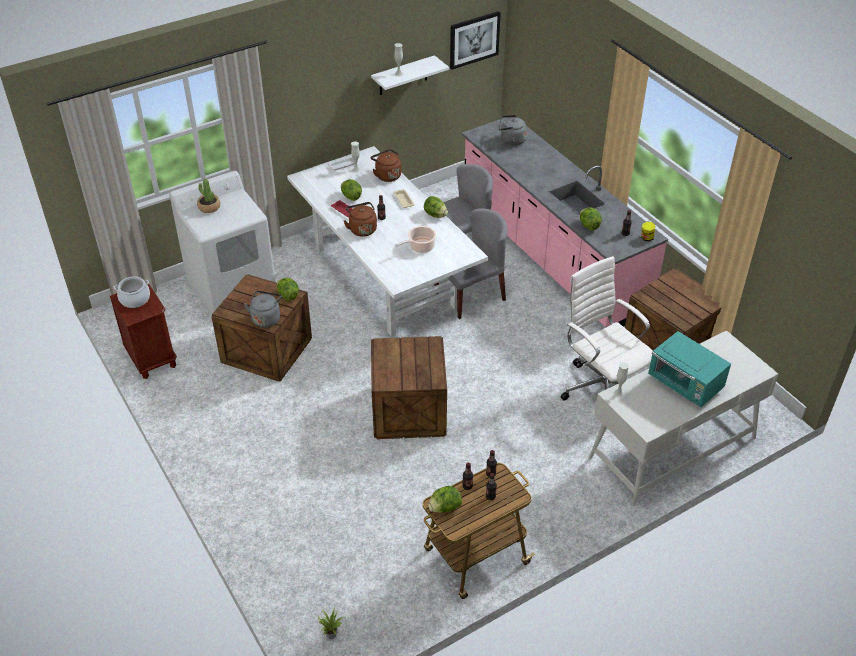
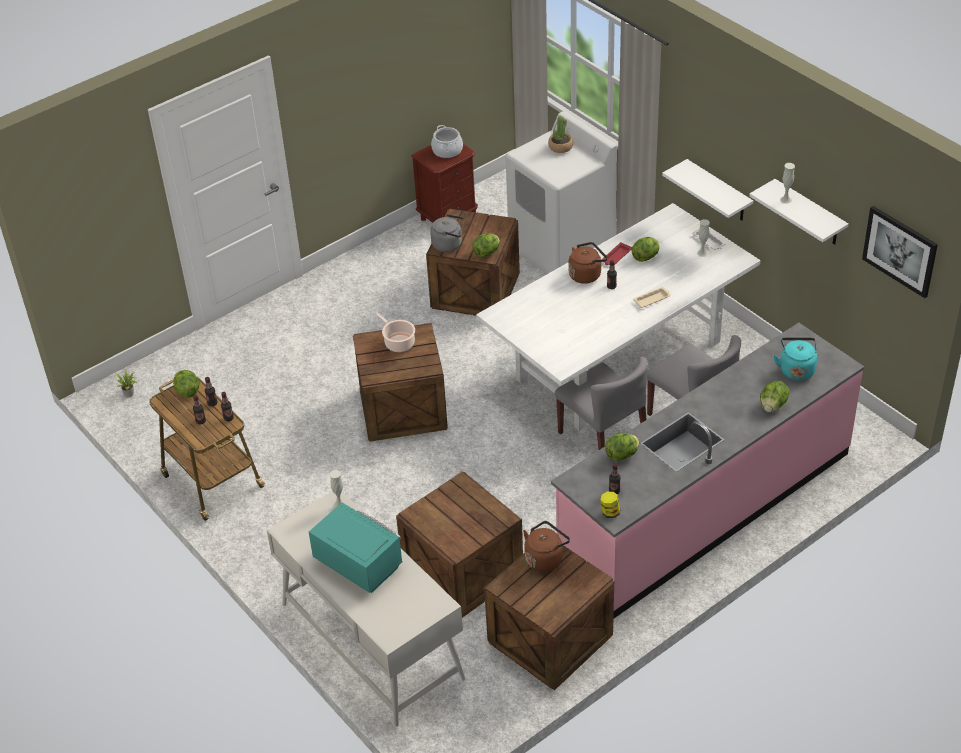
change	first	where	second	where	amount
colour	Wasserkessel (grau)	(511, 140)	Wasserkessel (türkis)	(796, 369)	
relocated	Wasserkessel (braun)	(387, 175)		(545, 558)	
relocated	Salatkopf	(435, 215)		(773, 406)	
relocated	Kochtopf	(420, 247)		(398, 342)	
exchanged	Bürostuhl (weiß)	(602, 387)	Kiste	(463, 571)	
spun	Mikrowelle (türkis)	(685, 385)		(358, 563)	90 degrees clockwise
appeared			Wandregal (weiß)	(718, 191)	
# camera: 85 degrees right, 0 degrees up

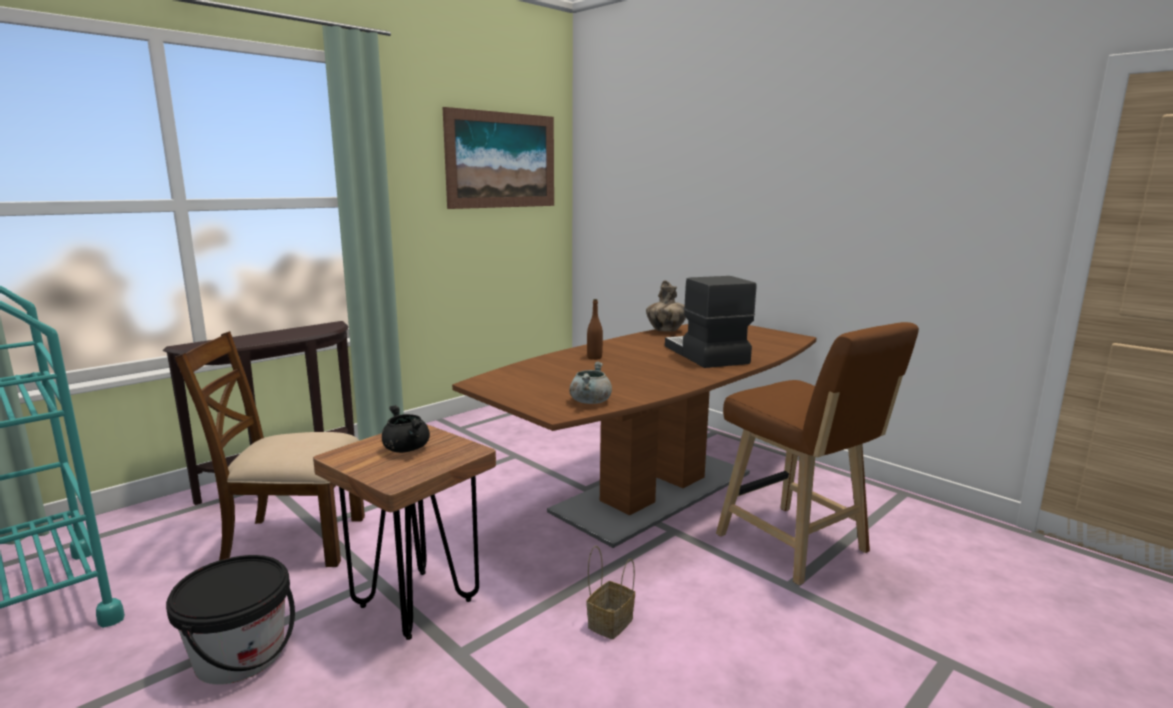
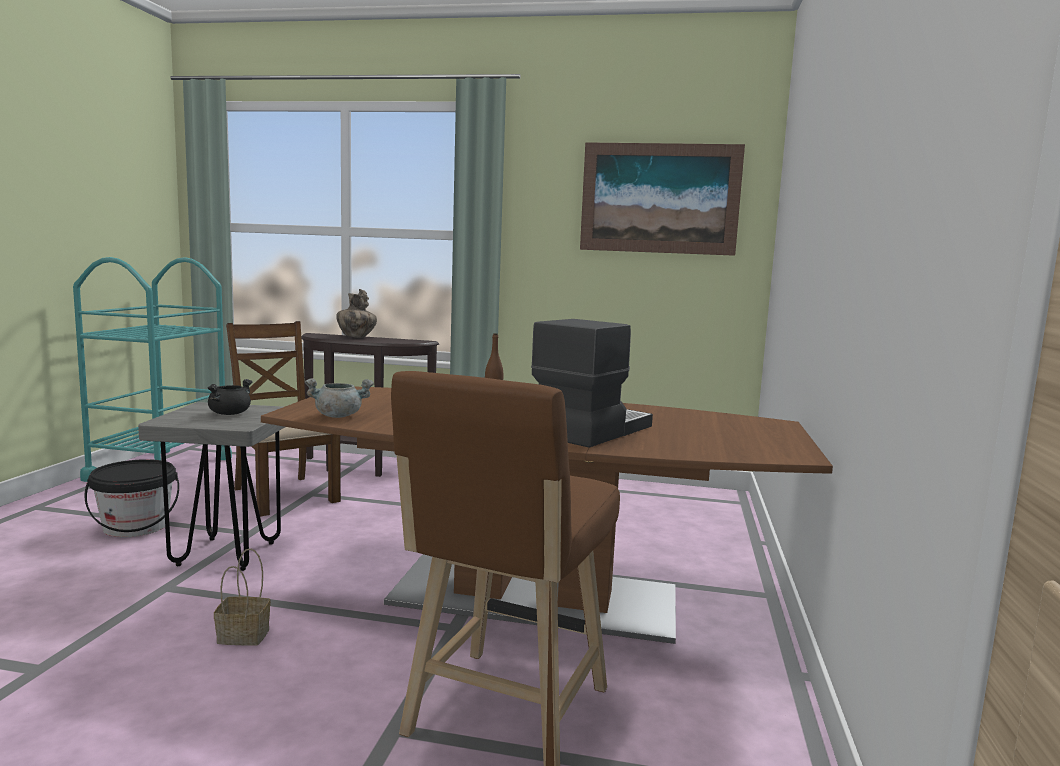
change	first	where	second	where	amount
relocated	Vase	(666, 331)		(356, 337)	
colour	Hocker (braun)	(415, 603)	Hocker (grau)	(226, 554)	
# camera: 55 degrees right, 5 degrees down

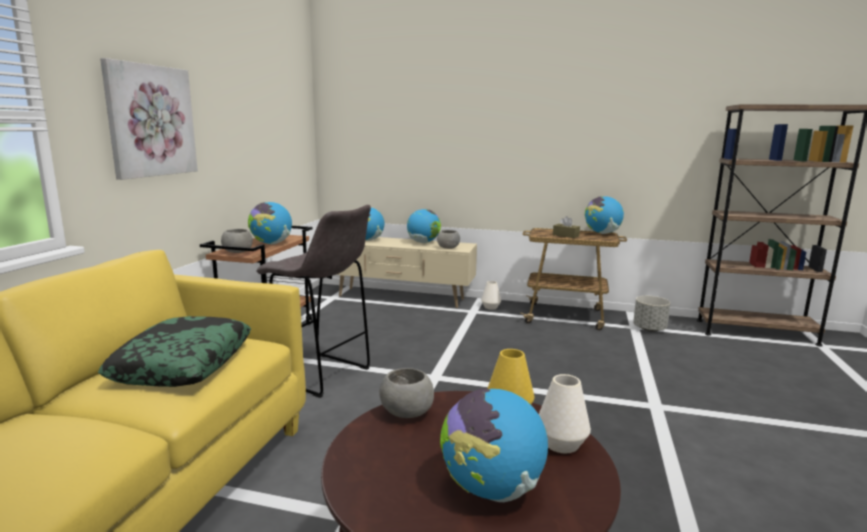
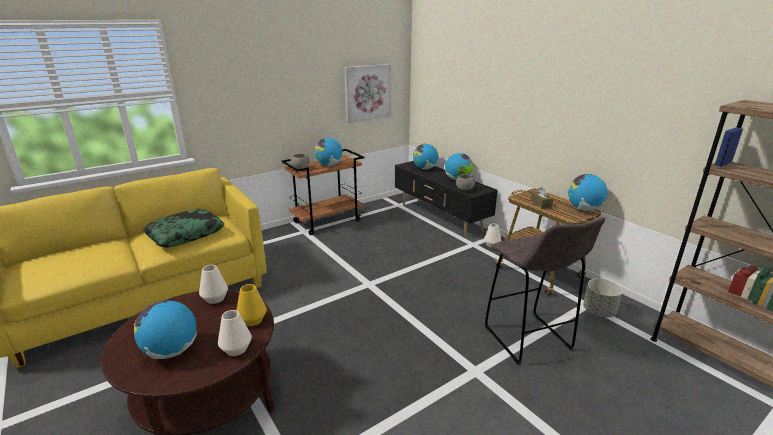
change	first	where	second	where	amount
relocated	Bild	(150, 121)		(367, 92)	
relocated	Hocker (grau)	(322, 375)		(528, 340)	
colour	Fernsehschrank (beige)	(401, 298)	Fernsehschrank (schwarz)	(440, 218)	
exchanged	Schüssel (grau)	(406, 413)	Vase (weiß)	(215, 299)	
# camera: 40 degrees right, 10 degrees up

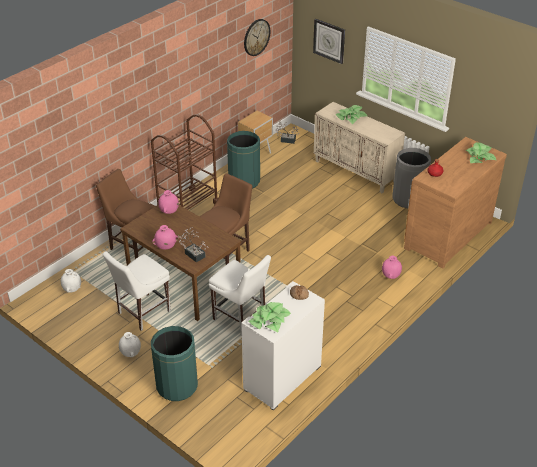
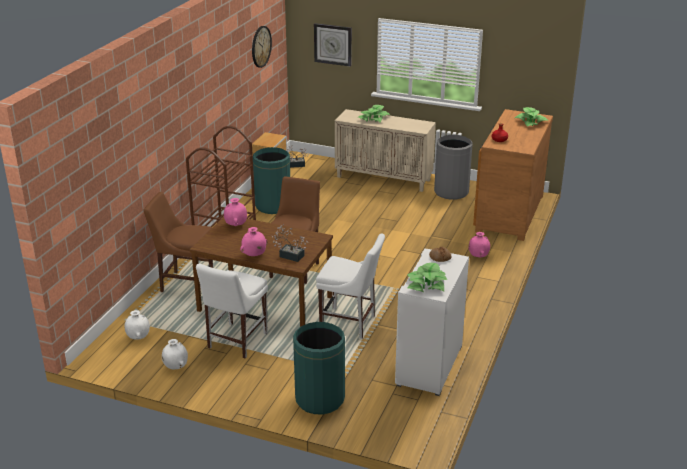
change	first	where	second	where	amount
relocated	Vase (weiß)	(130, 353)		(175, 367)	
# camera: 20 degrees left, 10 degrees down

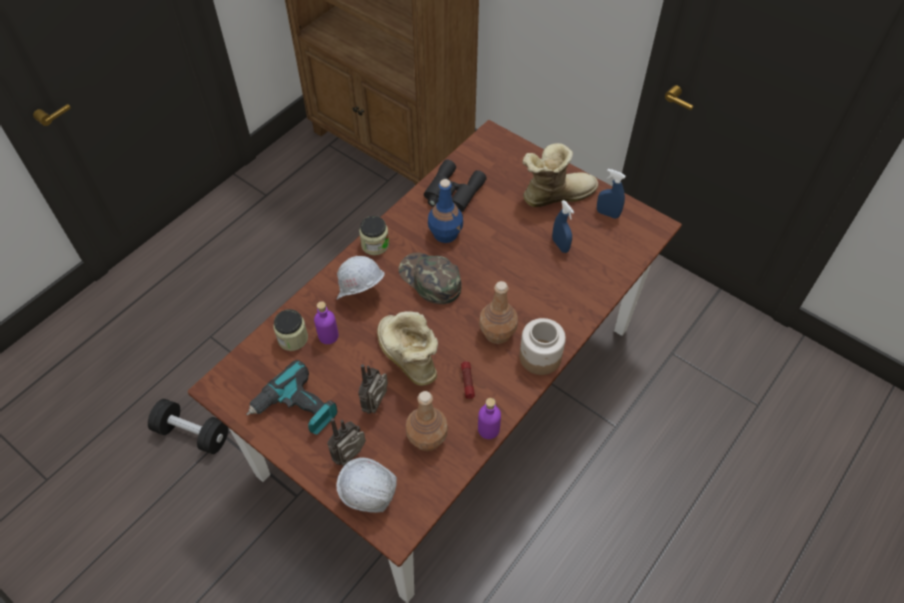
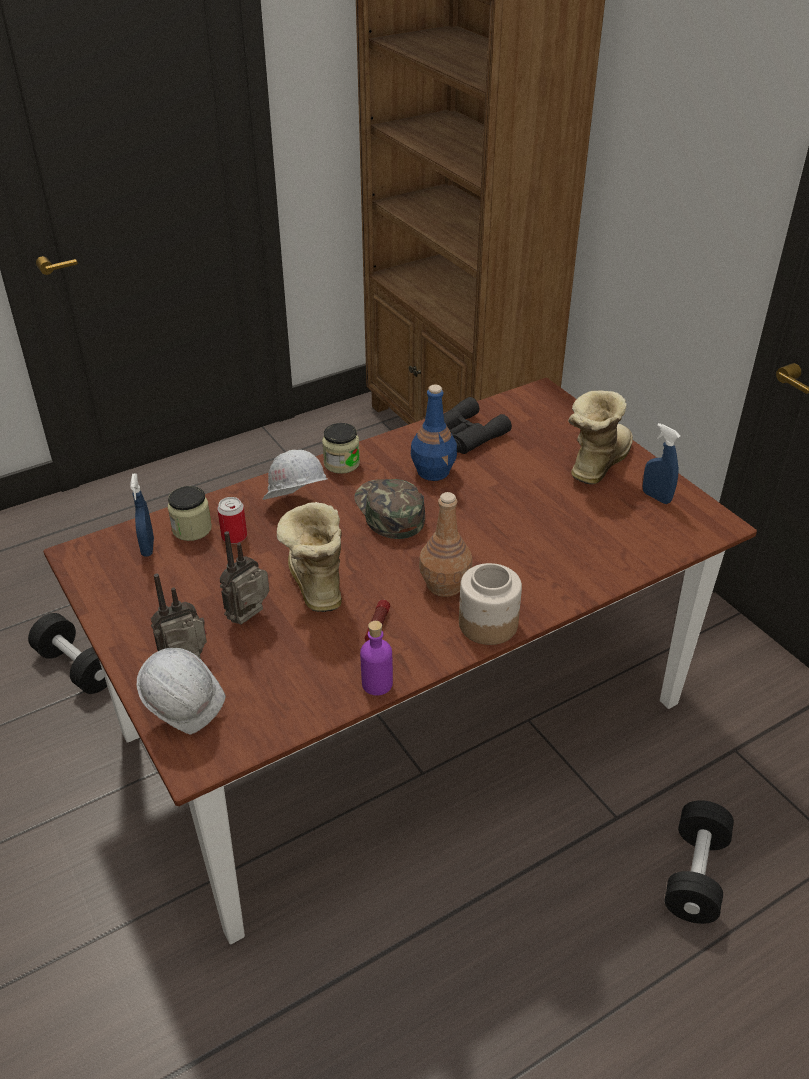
change	first	where	second	where	amount
spun	Stiefel	(555, 194)		(595, 463)	60 degrees counterclockwise
relocated	Sprühflasche (blau)	(560, 245)		(148, 547)	
exchanged	Flasche (lila)	(328, 336)	Dose	(234, 536)	
missing	Bohrmaschine	(296, 409)			
missing	Flasche (braun)	(427, 437)			
appeared			Hantel (schwarz)	(695, 875)	
# camera: 20 degrees right, 15 degrees down

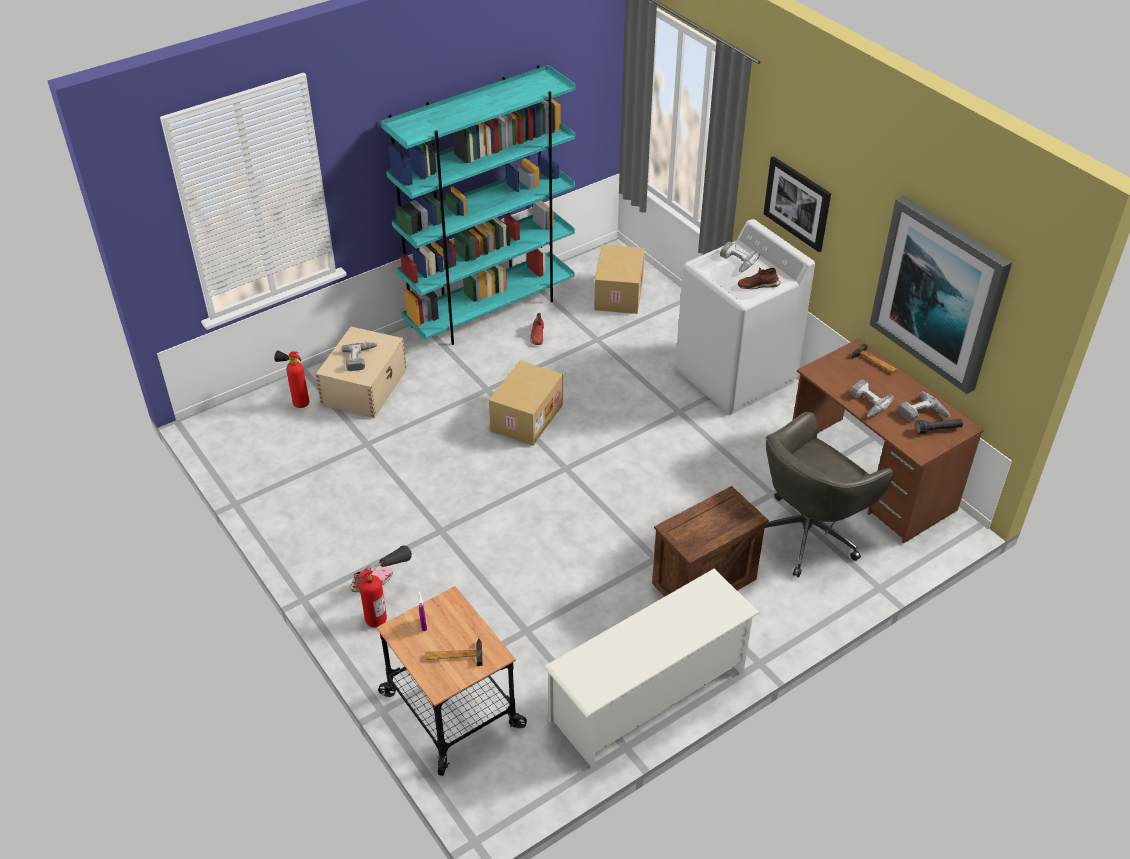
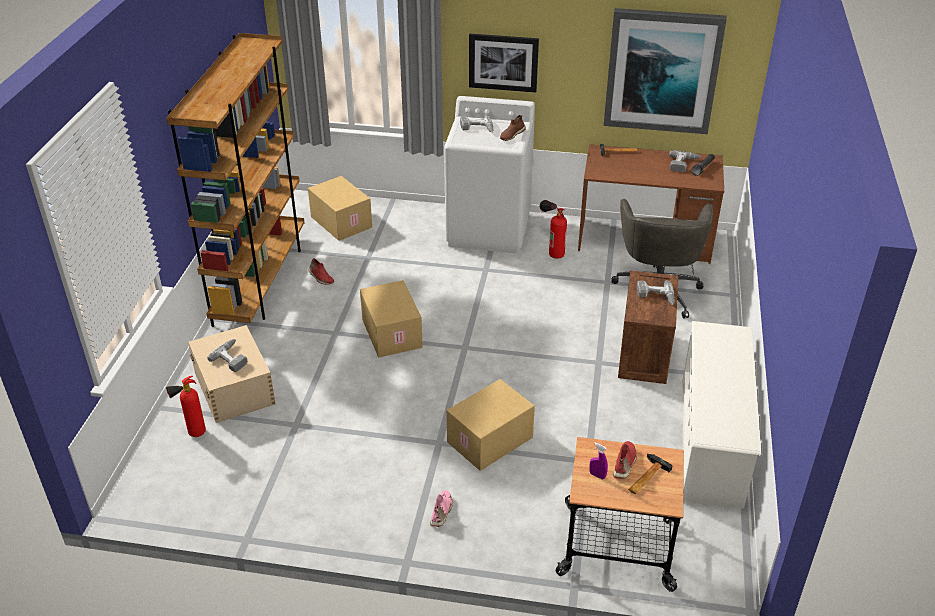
change	first	where	second	where	amount
colour	Bücherregal (türkis)	(490, 310)	Bücherregal (braun)	(260, 281)	
relocated	Bohrmaschine	(866, 403)		(655, 297)	
relocated	Feuerlöscher	(388, 605)		(551, 246)	
appeared			Karton	(490, 440)	
appeared			Schuh (rot)	(625, 464)	
# camera: 45 degrees left, 5 degrees down

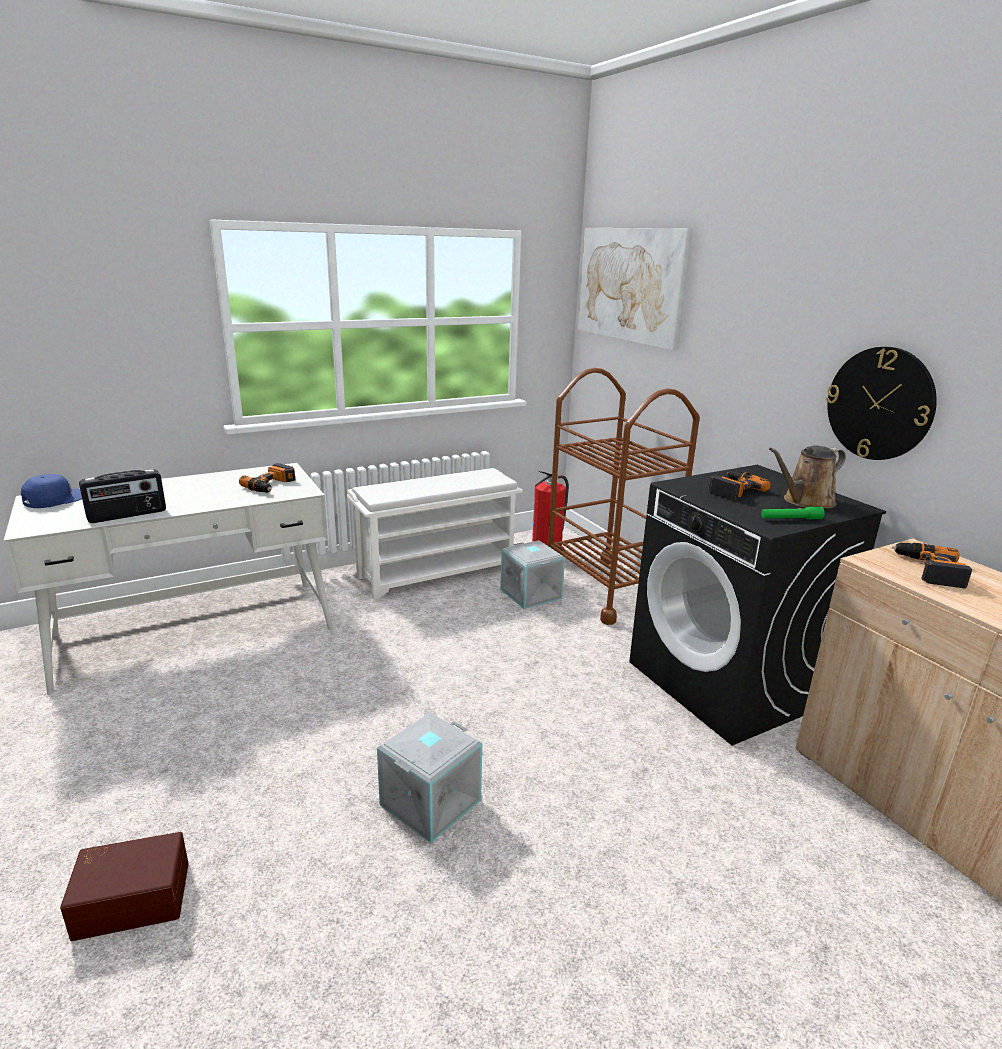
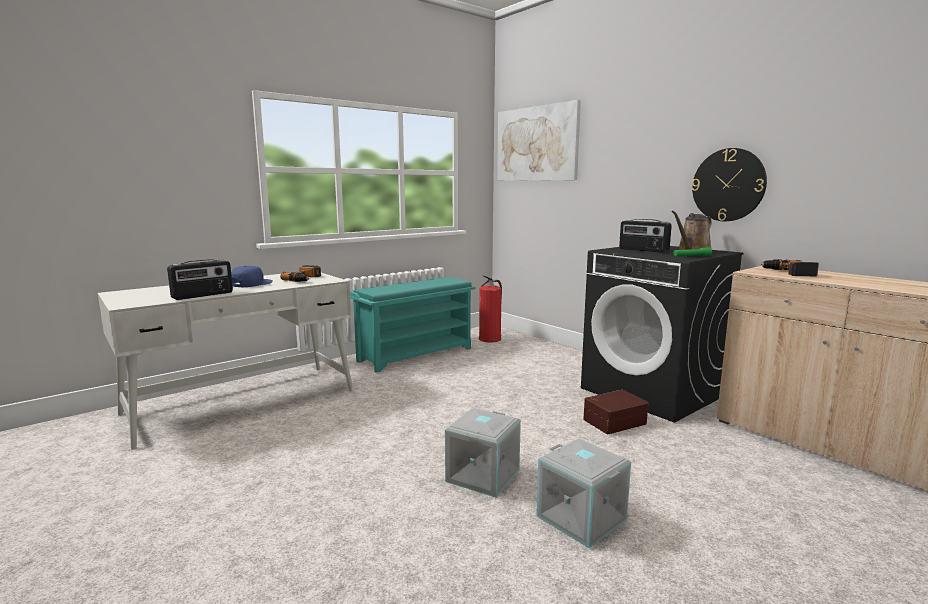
change	first	where	second	where	amount
missing	Rollwagen (braun)	(607, 589)			
colour	Schuhregal (weiß)	(437, 572)	Schuhregal (türkis)	(416, 354)	
exchanged	Bohrmaschine	(733, 490)	Radio	(643, 250)	
relocated	Kappe (blau)	(55, 498)		(250, 283)	
relocated	Aufbewahrungsbox (grau)	(532, 594)		(582, 517)	
relocated	Aufbewahrungsbox (braun)	(133, 897)		(613, 421)	
# camera: 10 degrees left, 10 degrees down

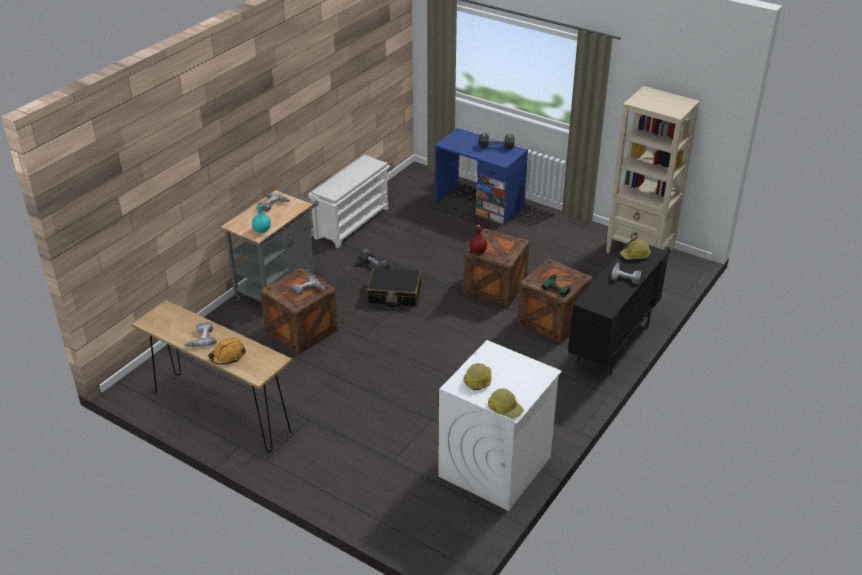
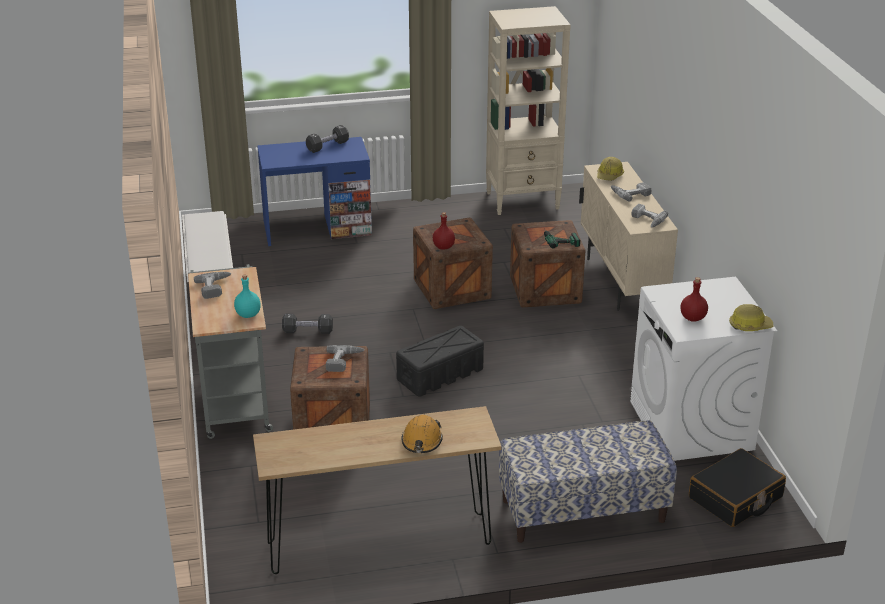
change	first	where	second	where	amount
colour	Schrank (schwarz)	(613, 345)	Schrank (beige)	(622, 282)	
relocated	Koffer (schwarz)	(394, 294)		(735, 498)	
relocated	Bohrmaschine	(200, 338)		(646, 220)	
exchanged	Schutzhelm	(478, 380)	Flasche (rot)	(693, 318)	
appeared			Aufbewahrungsbox (schwarz)	(439, 374)	
appeared			Bank	(583, 511)	
# camera: 45 degrees left, 5 degrees down

